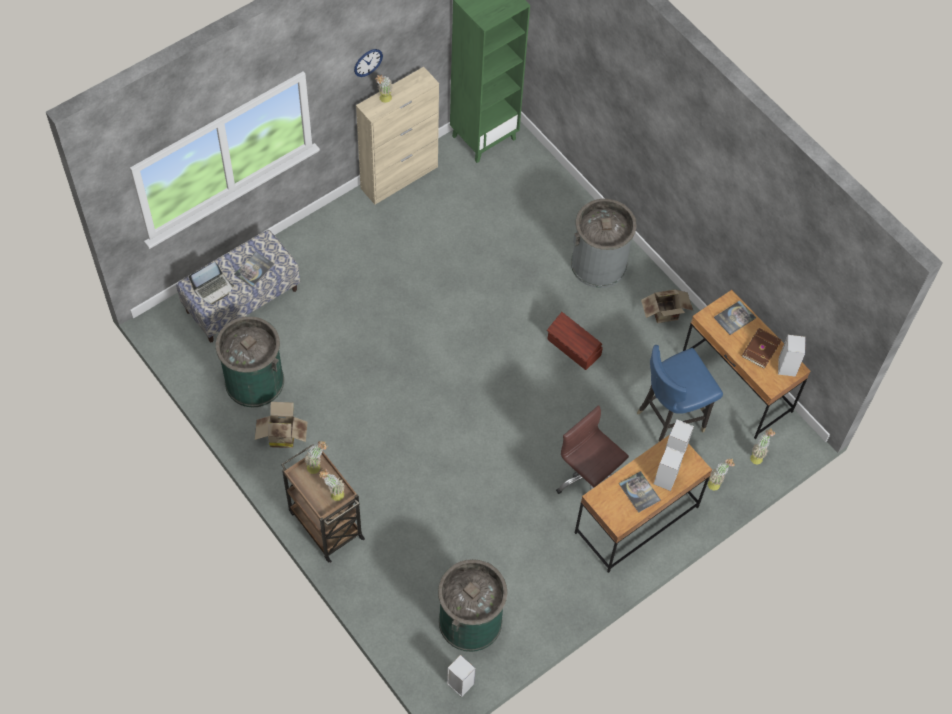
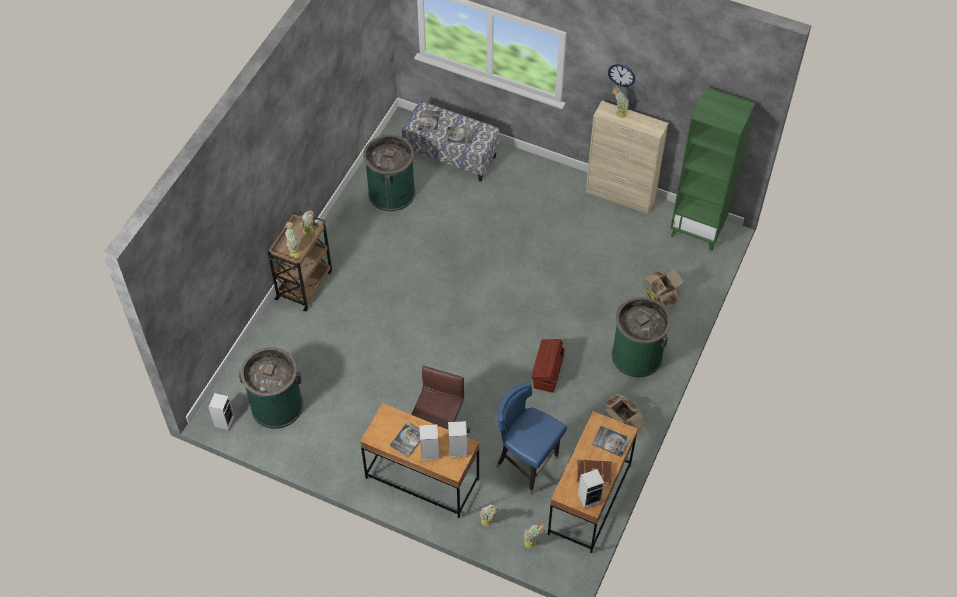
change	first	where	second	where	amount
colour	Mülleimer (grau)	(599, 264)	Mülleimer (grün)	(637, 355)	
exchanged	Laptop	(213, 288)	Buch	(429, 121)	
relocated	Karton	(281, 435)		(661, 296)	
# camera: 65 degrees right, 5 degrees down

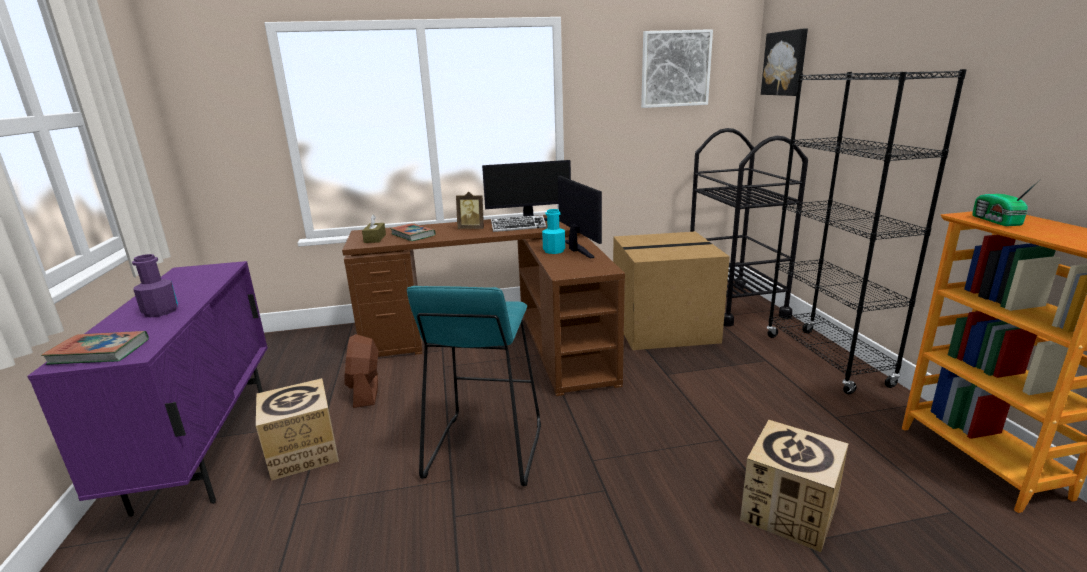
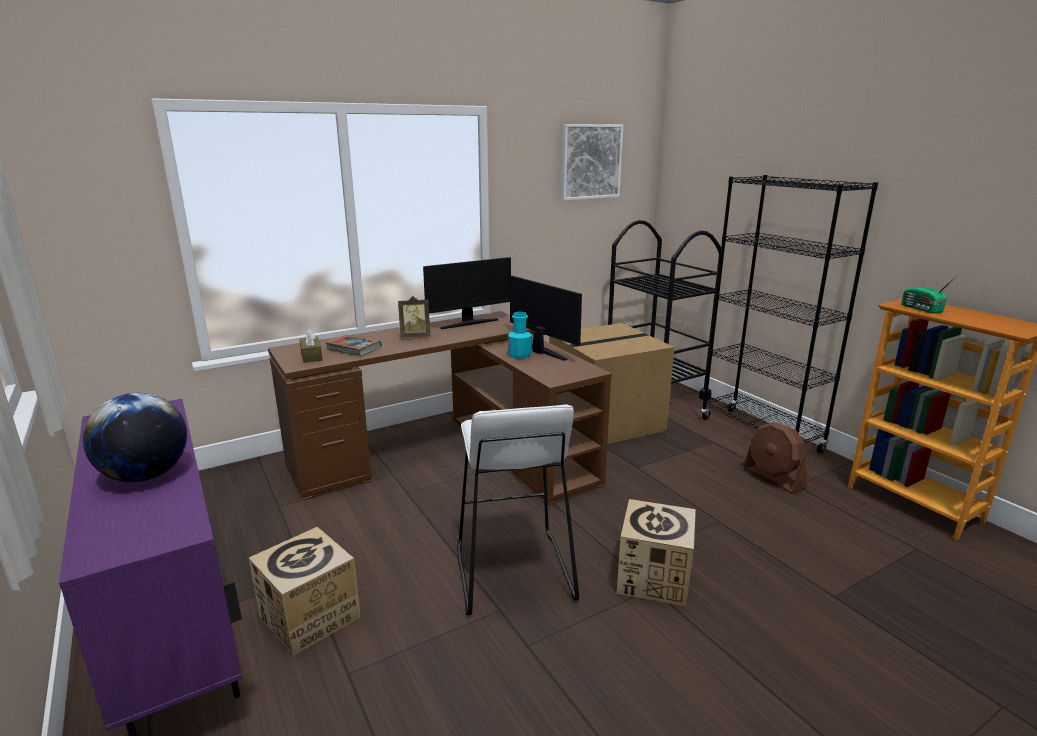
change	first	where	second	where	amount
missing	Bild	(785, 63)			
missing	Tastatur	(518, 227)			
exchanged	Flasche (lila)	(160, 311)	Globus	(146, 476)	
colour	Hocker (türkis)	(484, 450)	Hocker (weiß)	(512, 573)	
missing	Buch	(100, 352)			
relocated	Ventilator (braun)	(366, 391)		(773, 478)	
relocated	Karton	(789, 512)		(654, 578)	
# camera: 20 degrees left, 0 degrees up

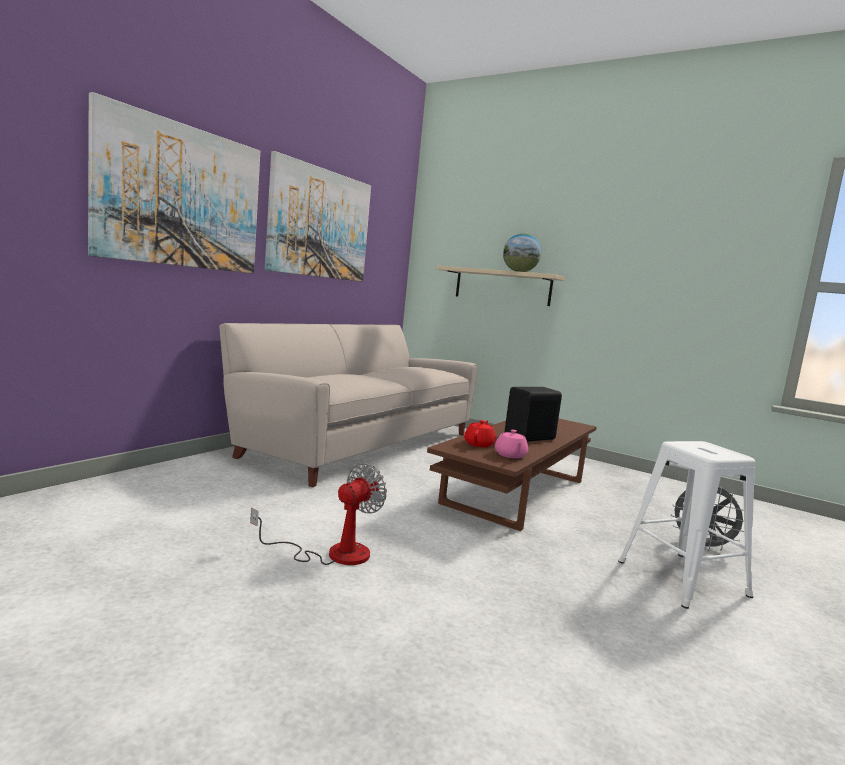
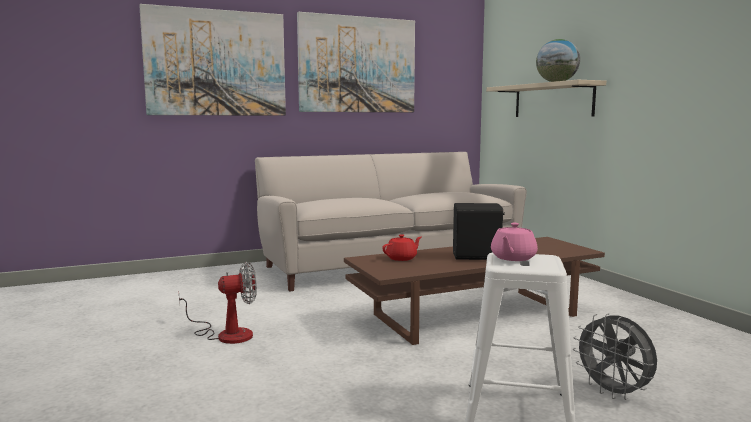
change	first	where	second	where	amount
relocated	Teekanne (rosa)	(510, 455)		(512, 258)	
# camera: 35 degrees right, 0 degrees up

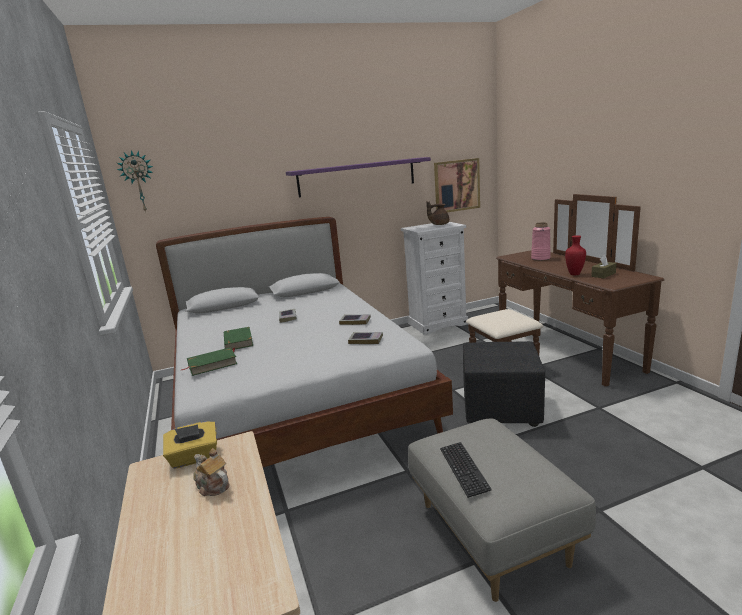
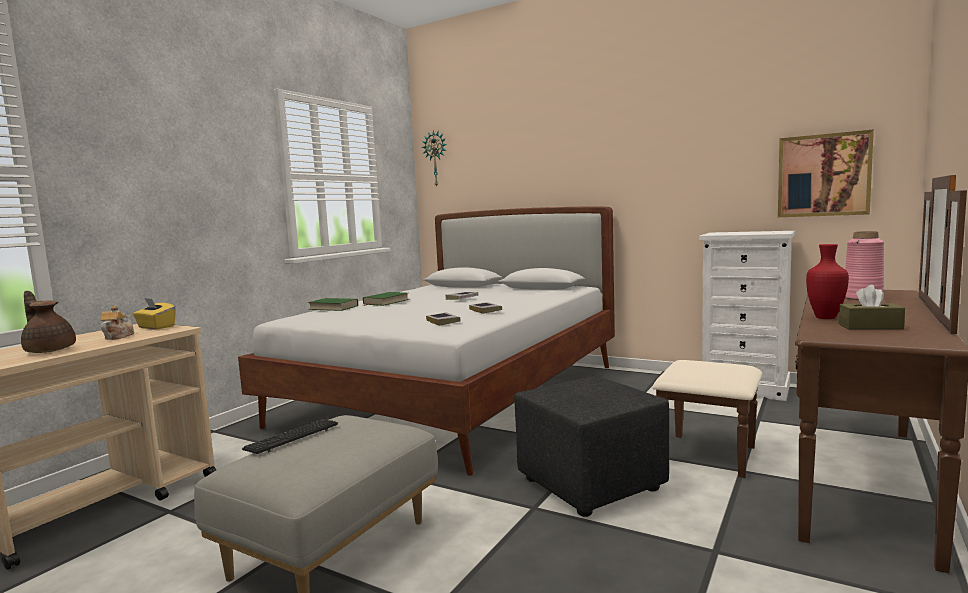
change	first	where	second	where	amount
missing	Wandregal (lila)	(357, 177)			
relocated	Teekanne (braun)	(439, 224)		(50, 350)	
# camera: 50 degrees right, 10 degrees down

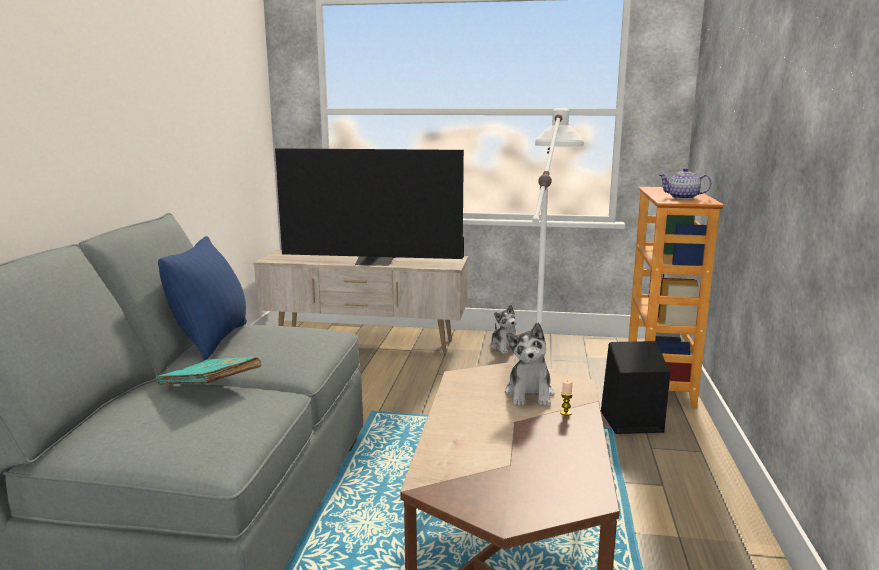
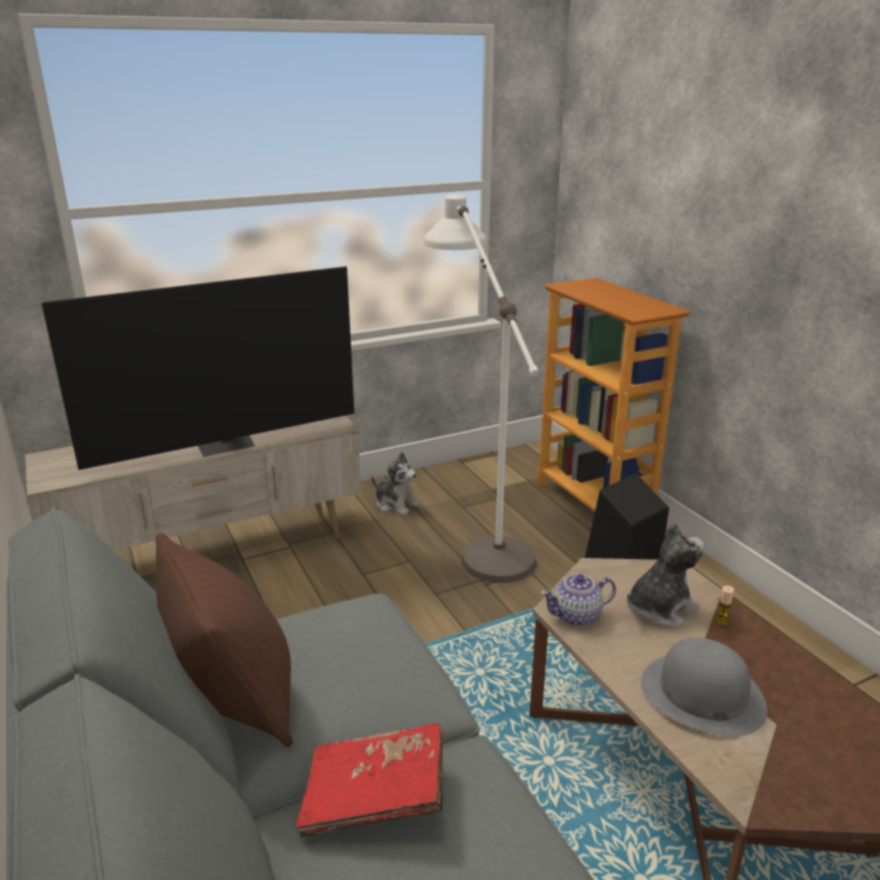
change	first	where	second	where	amount
relocated	Teekanne	(683, 198)		(577, 616)	
colour	Kissen (blau)	(212, 340)	Kissen (braun)	(235, 699)	
spun	Plüschtier	(529, 394)		(659, 608)	90 degrees counterclockwise
colour	Buch (türkis)	(210, 387)	Buch (rot)	(375, 797)	
appeared			Hut (grau)	(701, 694)	
# camera: 35 degrees left, 10 degrees up

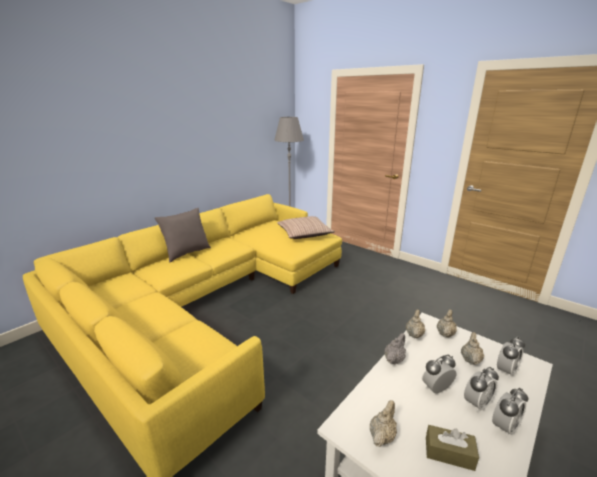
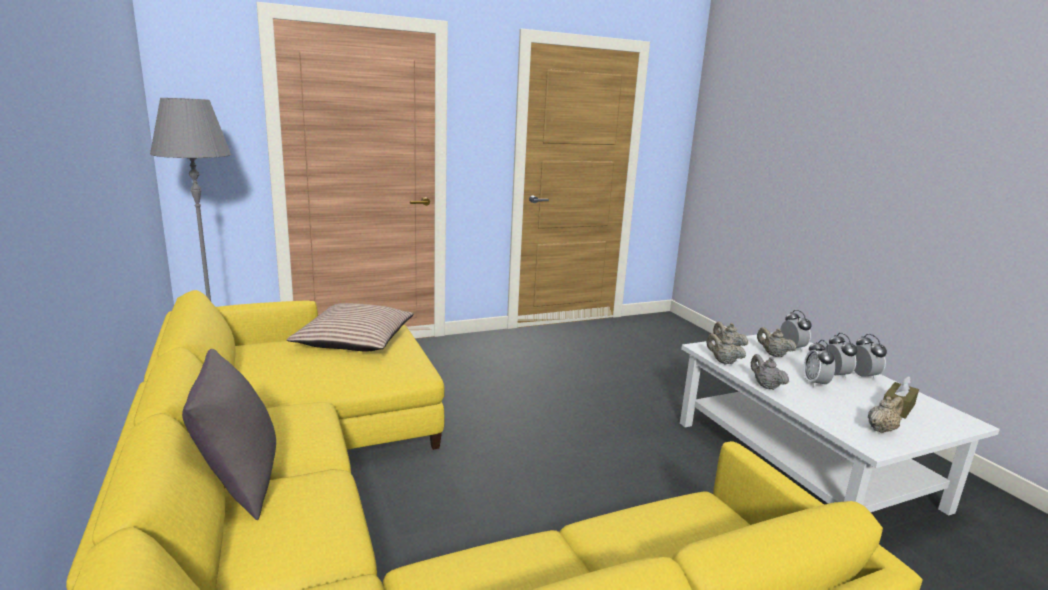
change	first	where	second	where	amount
spun	Teekanne (beige)	(382, 435)		(881, 429)	90 degrees clockwise
# camera: 65 degrees left, 5 degrees down

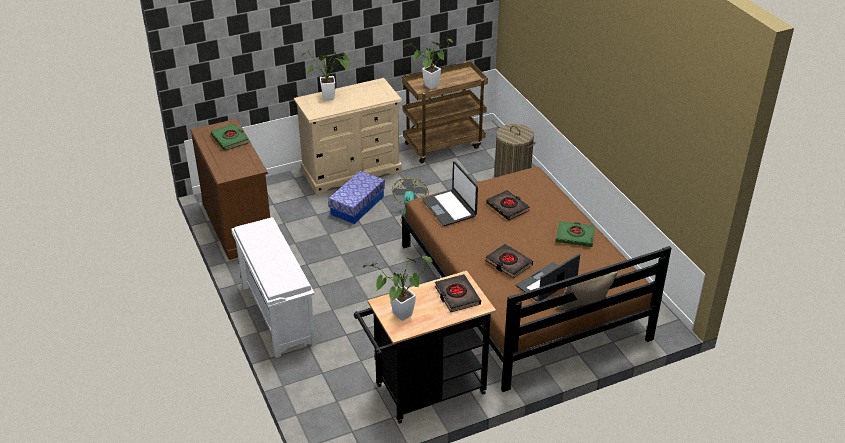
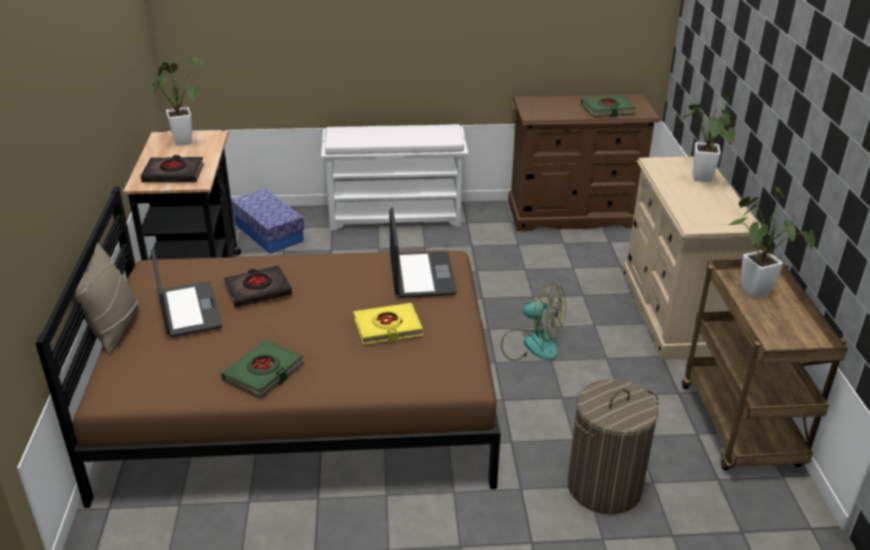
change	first	where	second	where	amount
spun	Laptop	(449, 208)		(421, 276)	90 degrees clockwise
relocated	Aufbewahrungsbox	(357, 205)		(268, 233)	
colour	Buch (schwarz)	(508, 207)	Buch (gelb)	(387, 328)	
# camera: 110 degrees right, 5 degrees down

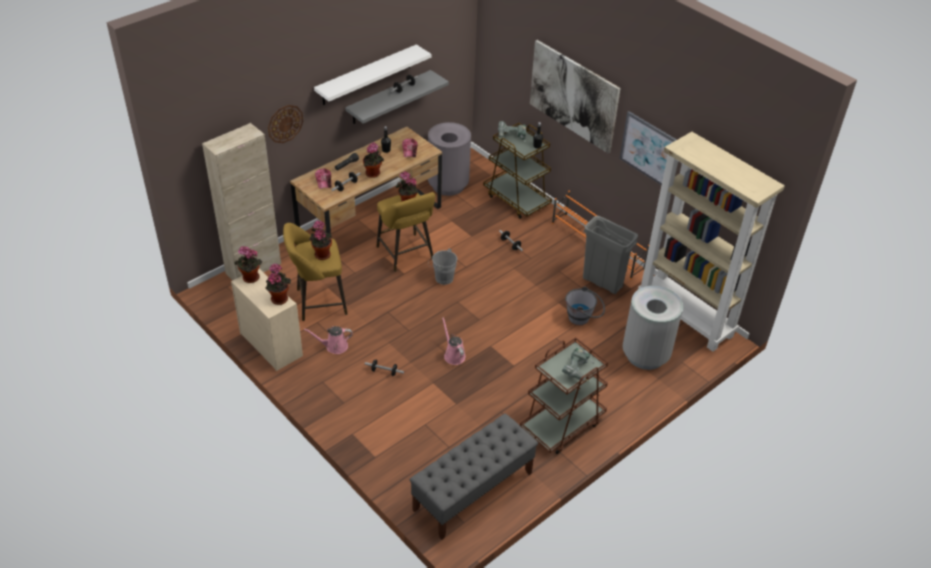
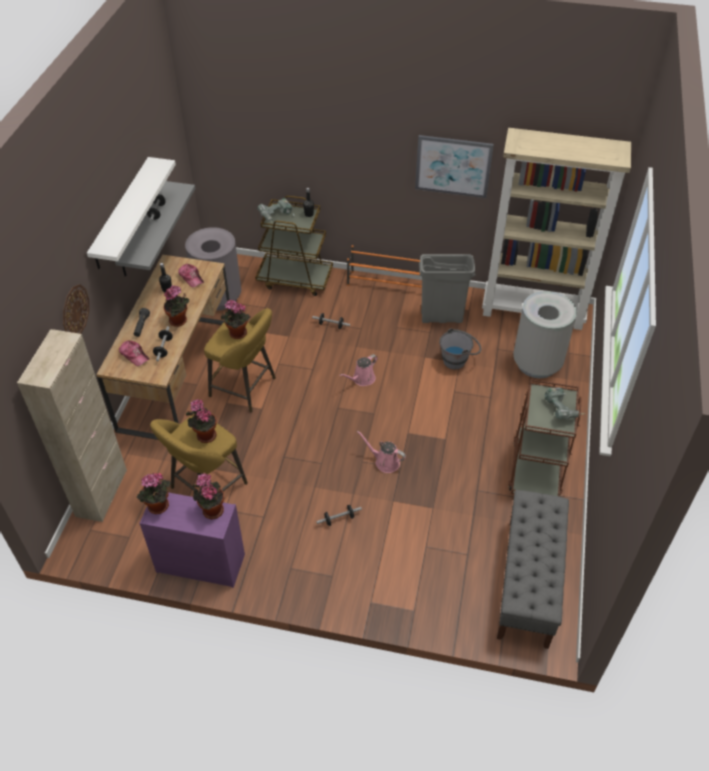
change	first	where	second	where	amount
missing	Bild	(573, 95)			
missing	Eimer (grau)	(442, 277)			
colour	Kommode (beige)	(270, 344)	Kommode (lila)	(199, 563)	
relocated	Gießkanne (rosa)	(334, 346)		(362, 379)	
# camera: 35 degrees left, 5 degrees up

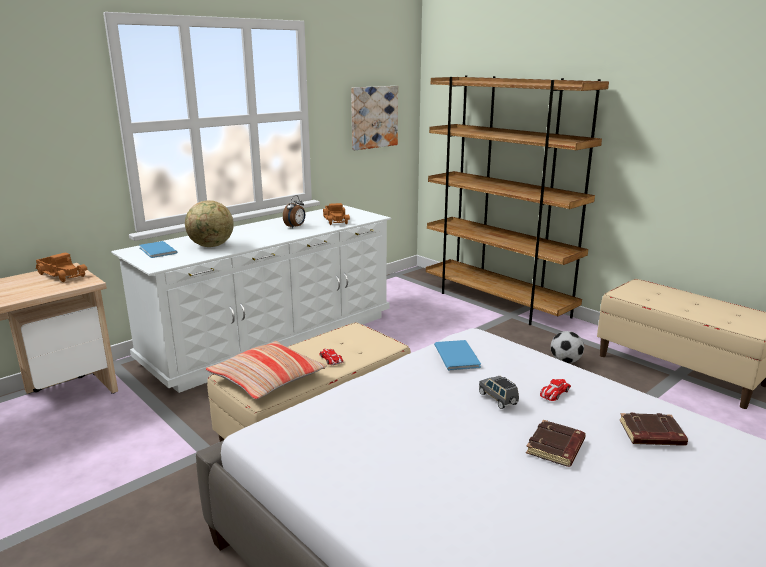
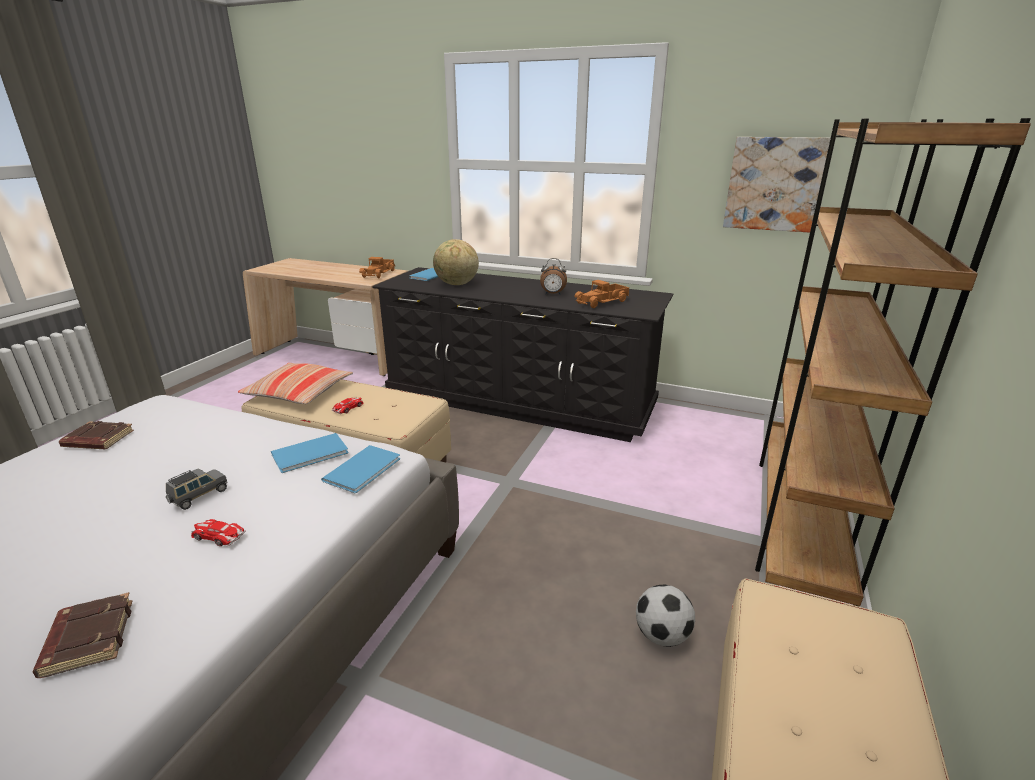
change	first	where	second	where	amount
colour	Kommode (weiß)	(272, 338)	Kommode (schwarz)	(519, 401)	
relocated	Buch (braun)	(556, 448)		(97, 440)	
appeared			Buch (blau)	(365, 469)	
# camera: 65 degrees right, 5 degrees up

